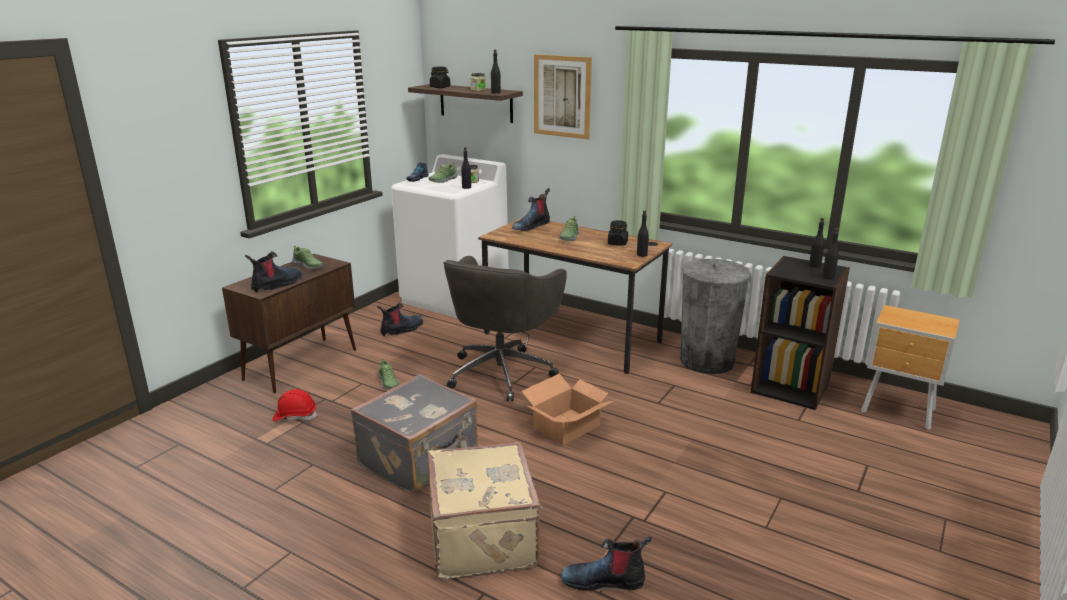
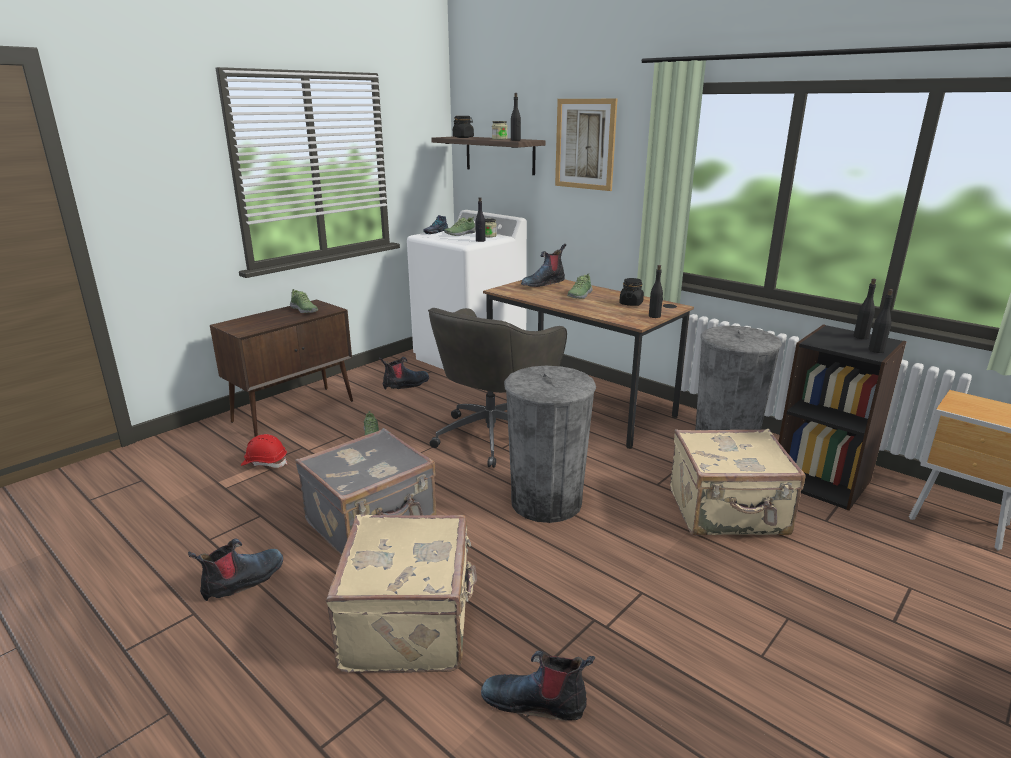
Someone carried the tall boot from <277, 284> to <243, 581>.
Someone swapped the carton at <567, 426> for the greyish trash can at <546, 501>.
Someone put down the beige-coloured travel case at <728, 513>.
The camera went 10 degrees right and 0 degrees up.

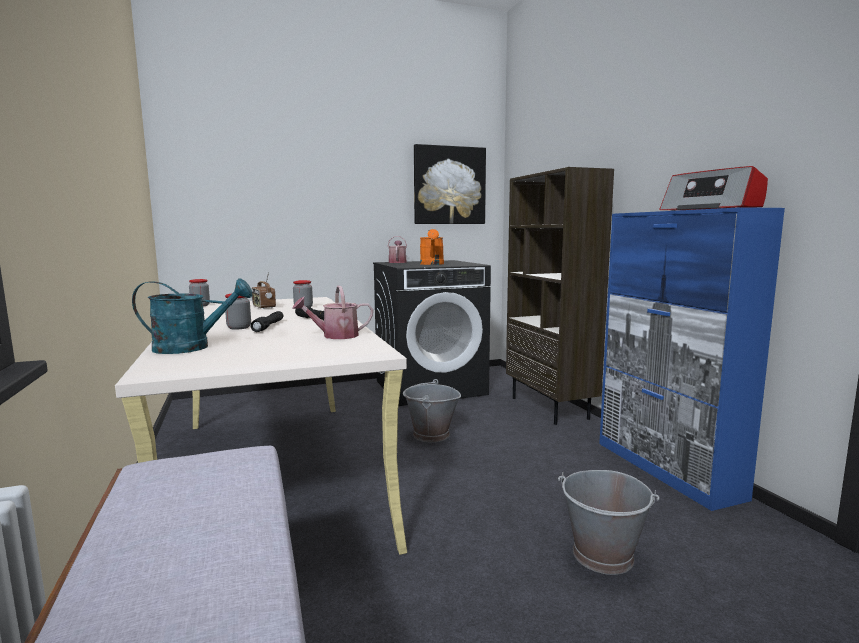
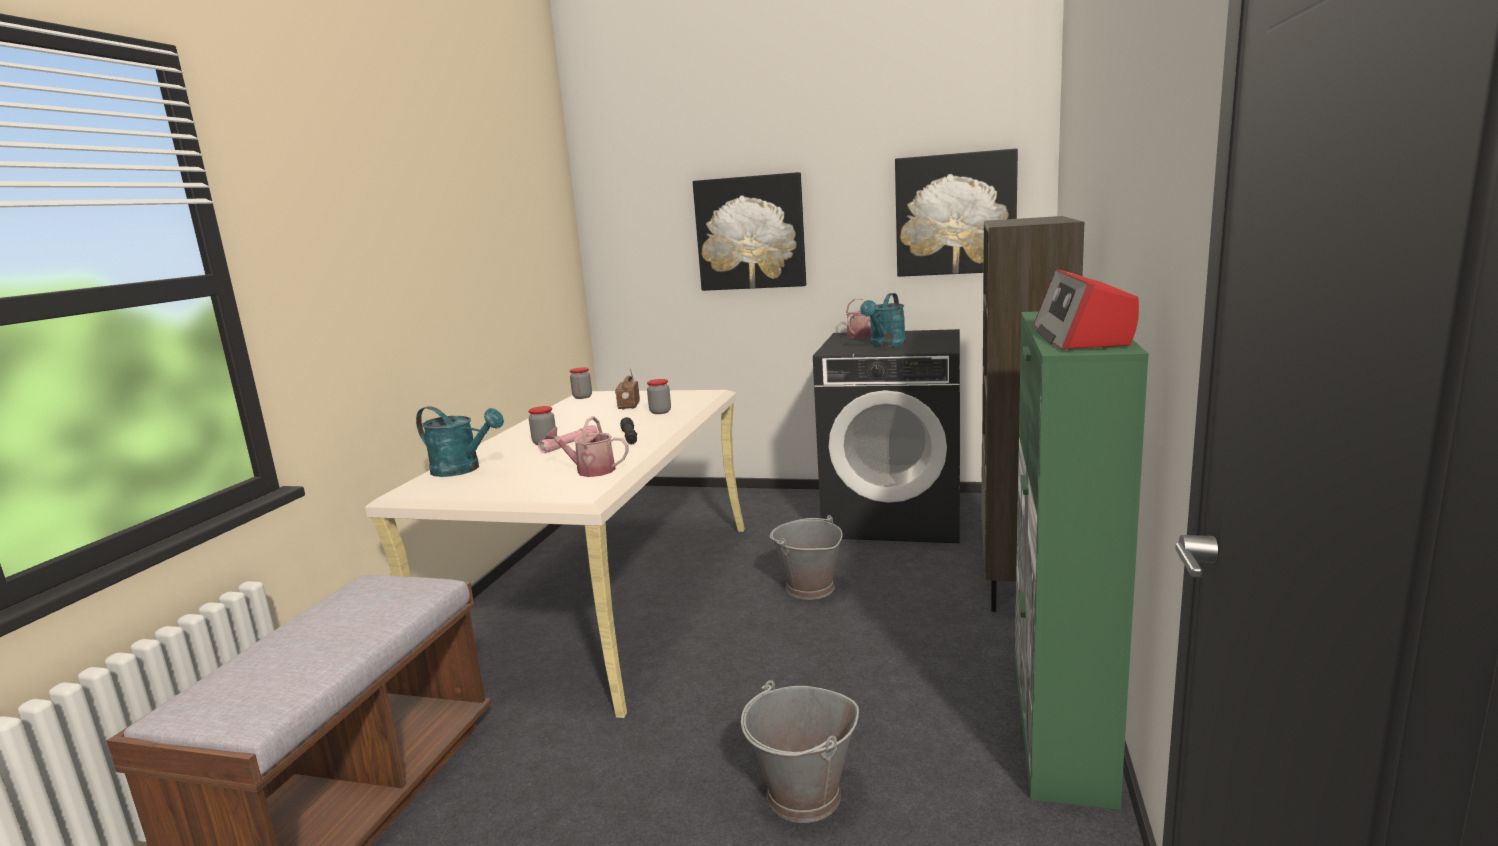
Someone repainted the blue cupboard at <666, 469>, which became the greenish cupboard at <1059, 723>.
Someone repainted the orangey watering can at <432, 264>, which became the blue-green watering can at <885, 345>.
Someone repainted the black flashlight at <268, 326>, which became the pinkish flashlight at <570, 444>.
Someone put up the wall picture at <750, 233>.
The camera went 35 degrees right and 5 degrees up.

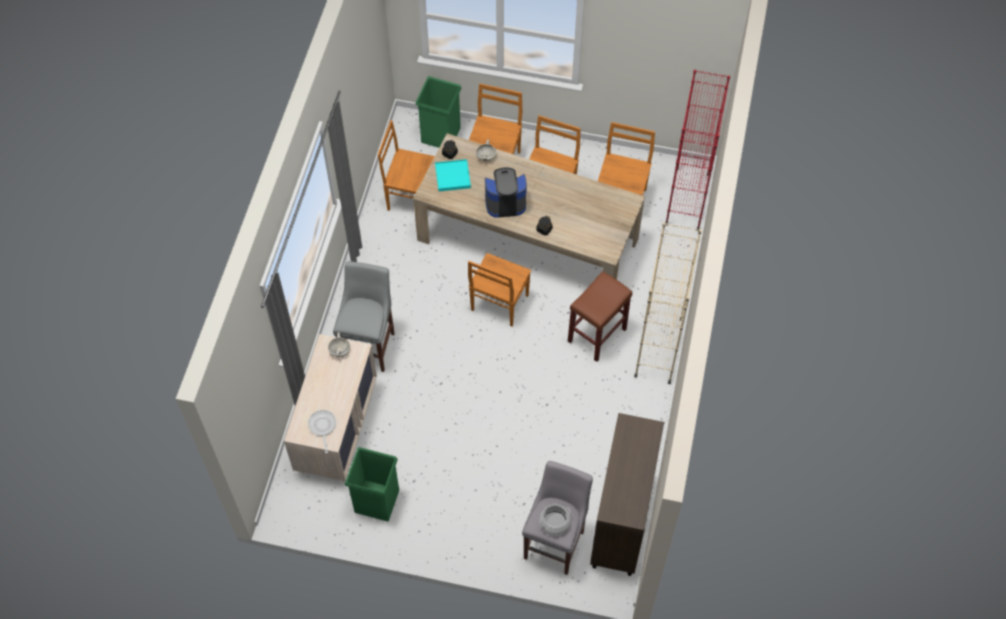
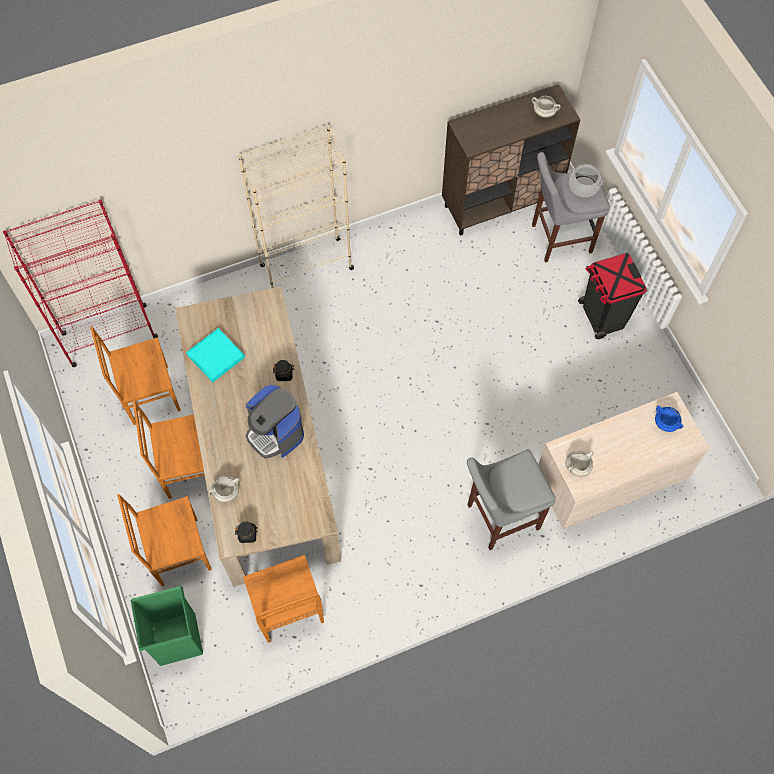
Someone carried the blue-green serving tray from <453, 176> to <216, 356>.
Someone took away the brown-coloured plain chair at <499, 304>.
Someone took away the brown-coloured sitting stool at <596, 336>.
Someone swapped the pan at <322, 427> for the blue cooking pot at <666, 423>.
Someone took away the greenish trash can at <376, 500>.
Someone put down the whitish cooking pot at <544, 113>.
Someone put down the black trash can at <602, 317>.
The camera went 125 degrees left and 5 degrees up.

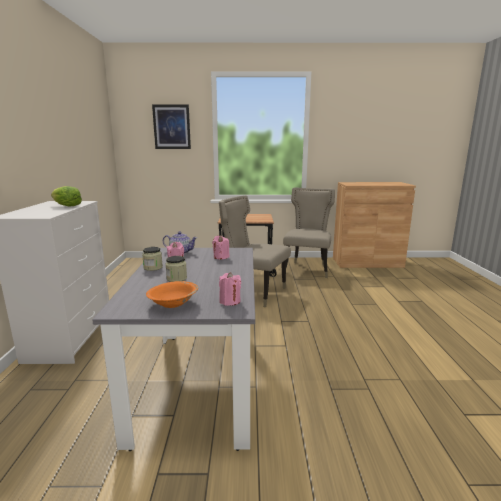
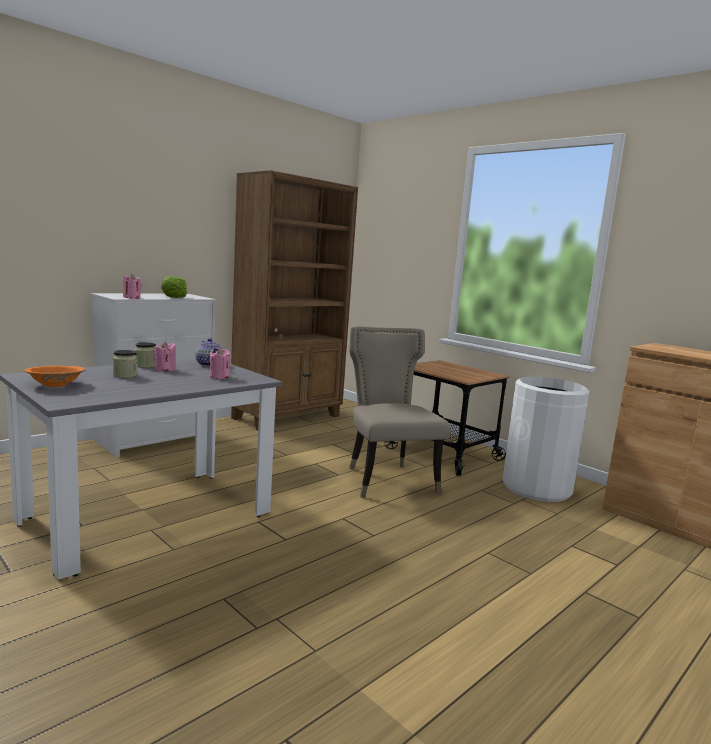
Someone took away the wall picture at <172, 127>.
Someone swapped the beige-coloured plain chair at <307, 269> for the whitish trash can at <537, 488>.
Someone carried the pinkish wax light from <230, 301> to <132, 297>.
Someone put down the brown-coloured bookcase at <288, 417>.
The camera went 45 degrees right and 5 degrees down.

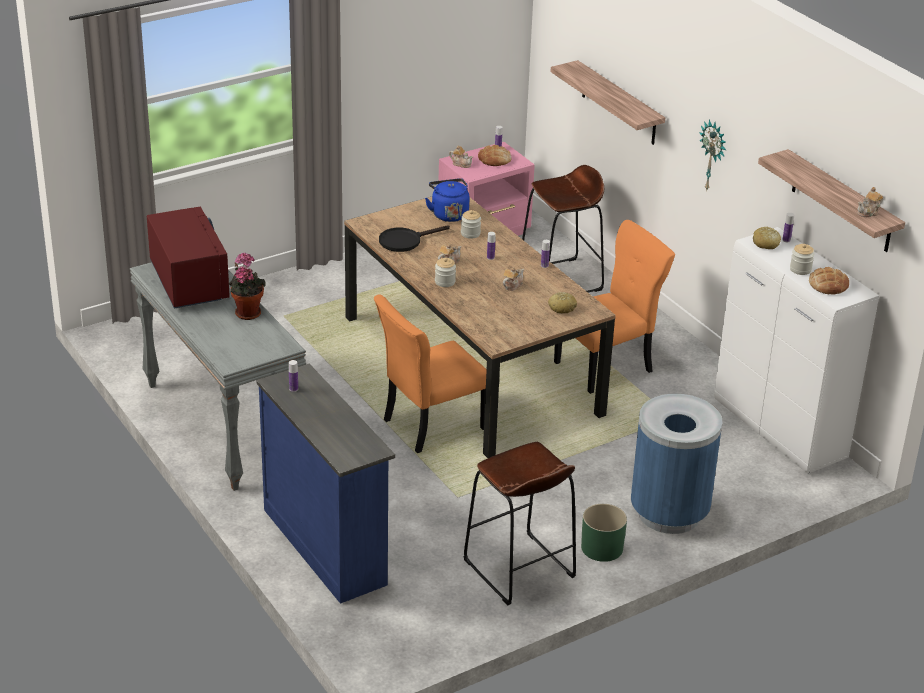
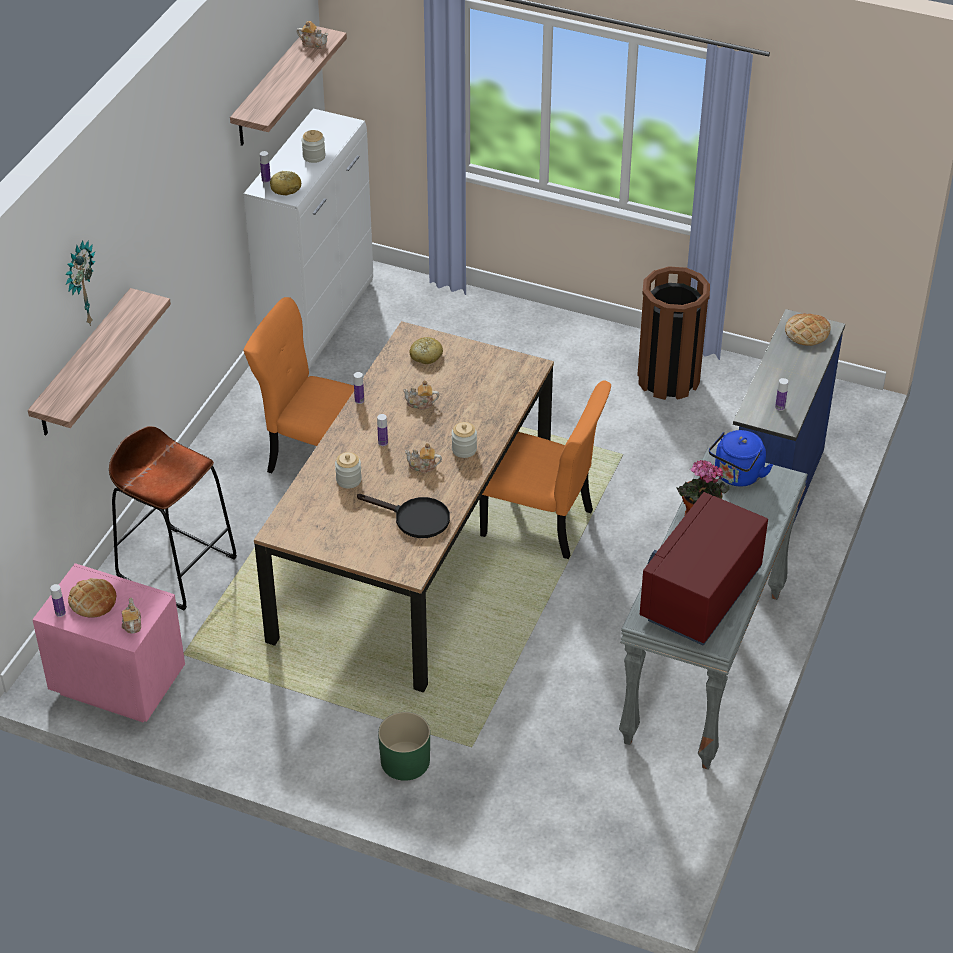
Someone carried the clock on the wall from <713, 156> to <79, 284>.
Someone carried the blue water kettle from <448, 214> to <737, 476>.
Someone carried the bakery bread from <828, 285> to <807, 333>.
Someone took away the blue trash can at <669, 513>.
Someone swapped the brown-coloured sitting stool at <519, 569> for the brown-coloured trash can at <668, 379>.
Someone carried the greenish planter from <602, 548> to <405, 761>.
The camera went 125 degrees left and 10 degrees up.

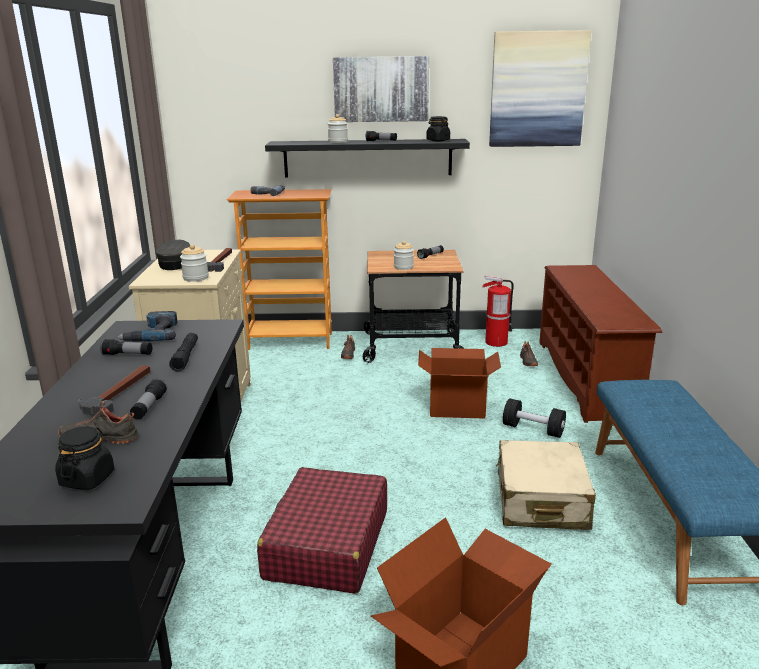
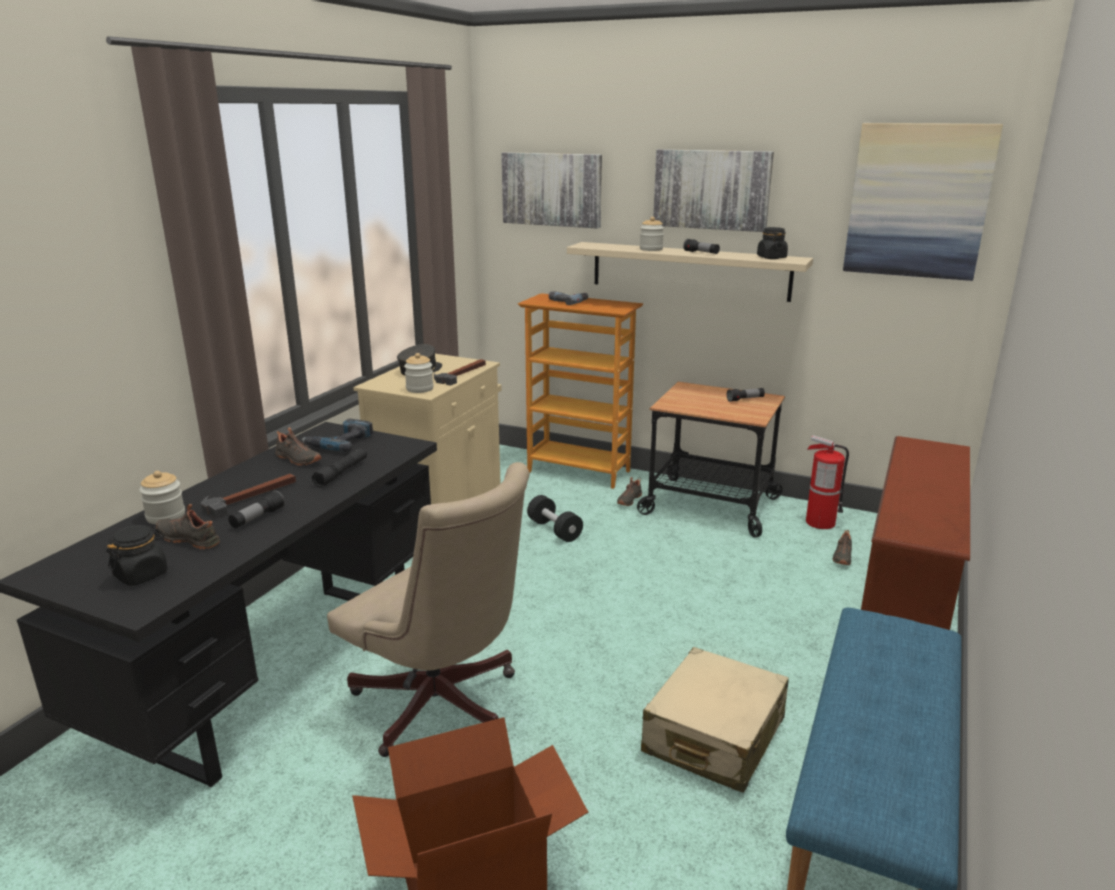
Someone repainted the black shelf at <367, 158>, which became the beige-coloured shelf at <689, 271>.
Someone carried the preserve jar from <403, 267> to <166, 516>.
Someone swapped the flashlight at <128, 355> for the black item of footwear at <297, 460>.
Someone took away the carton at <456, 407>.
Someone carried the black dumbbell from <533, 429> to <554, 530>.
Someone swapped the reddish travel case at <327, 544> for the beige-coloured computer chair at <442, 708>.
Someone put up the wall picture at <552, 189>.
The camera went 25 degrees right and 0 degrees up.

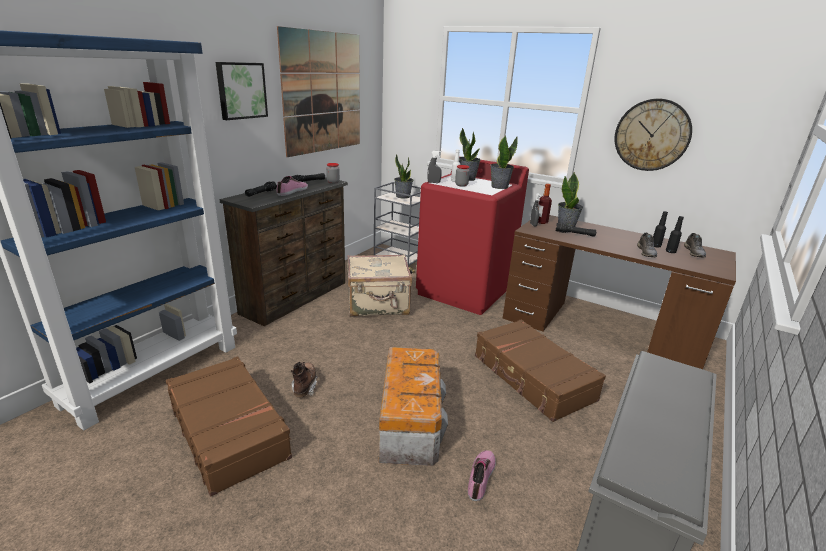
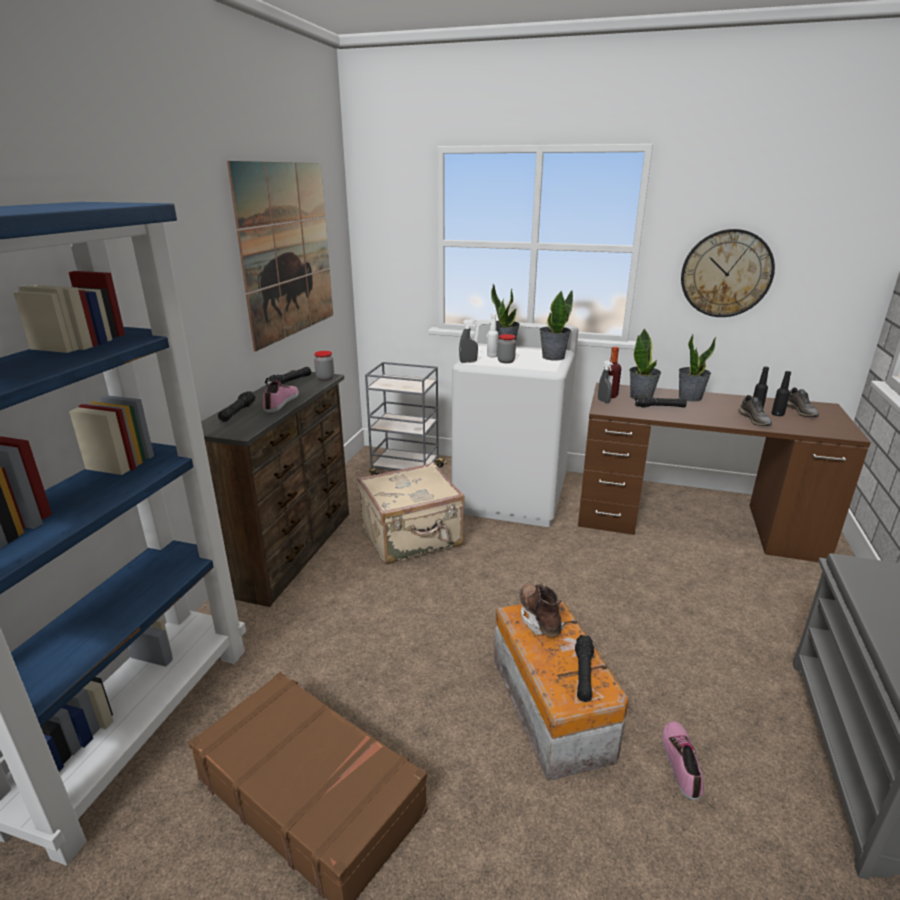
Someone took away the wall picture at <241, 90>.
Someone carried the houseplant from <403, 196> to <689, 397>.
Someone repainted the reddish laundry machine at <465, 291>, which became the whitish laundry machine at <511, 496>.
Someone took away the brown-coloured travel case at <532, 378>.
Someone carried the brown-coloured tall boot from <304, 386> to <539, 619>.
Someone put down the black flashlight at <583, 674>.
The camera went 15 degrees left and 0 degrees up.

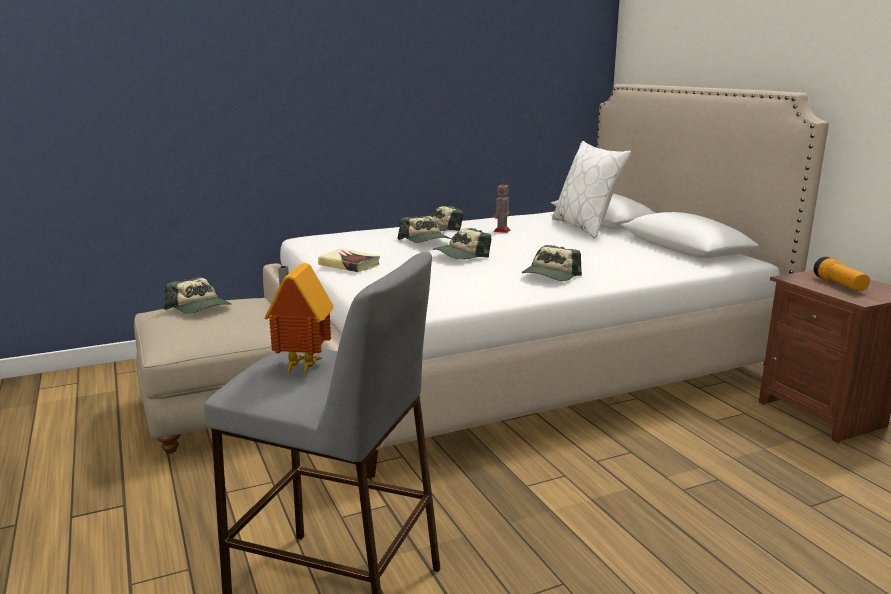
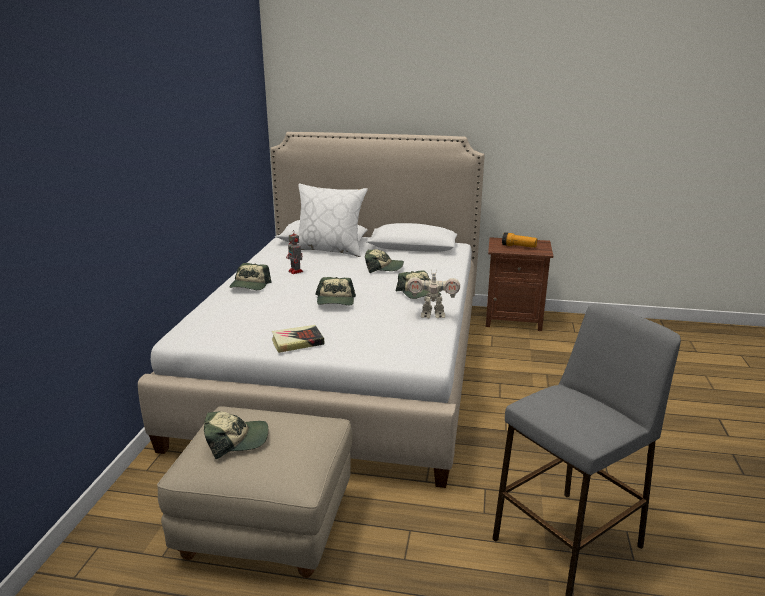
Someone carried the peaked cap from <426, 240> to <383, 268>.
Someone took away the toy house at <300, 366>.
Someone put down the robot figure at <432, 315>.
The camera went 55 degrees left and 5 degrees up.

